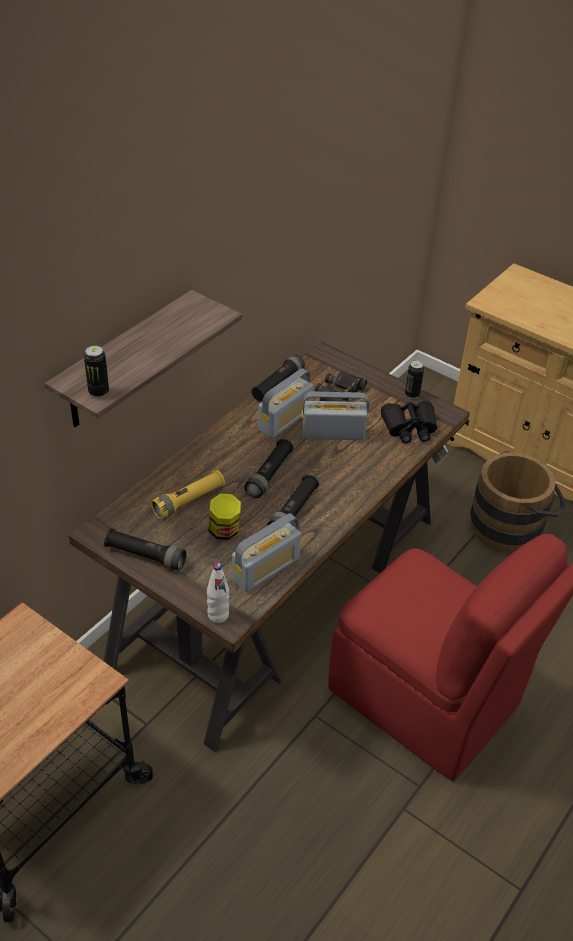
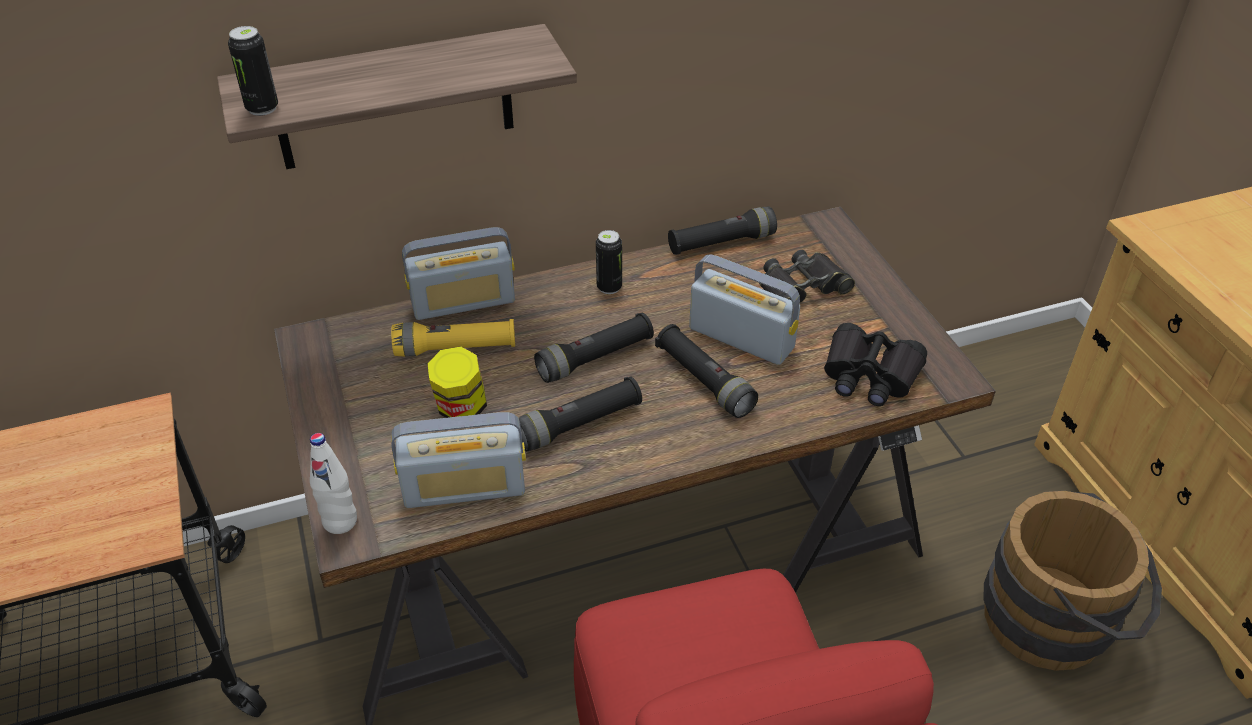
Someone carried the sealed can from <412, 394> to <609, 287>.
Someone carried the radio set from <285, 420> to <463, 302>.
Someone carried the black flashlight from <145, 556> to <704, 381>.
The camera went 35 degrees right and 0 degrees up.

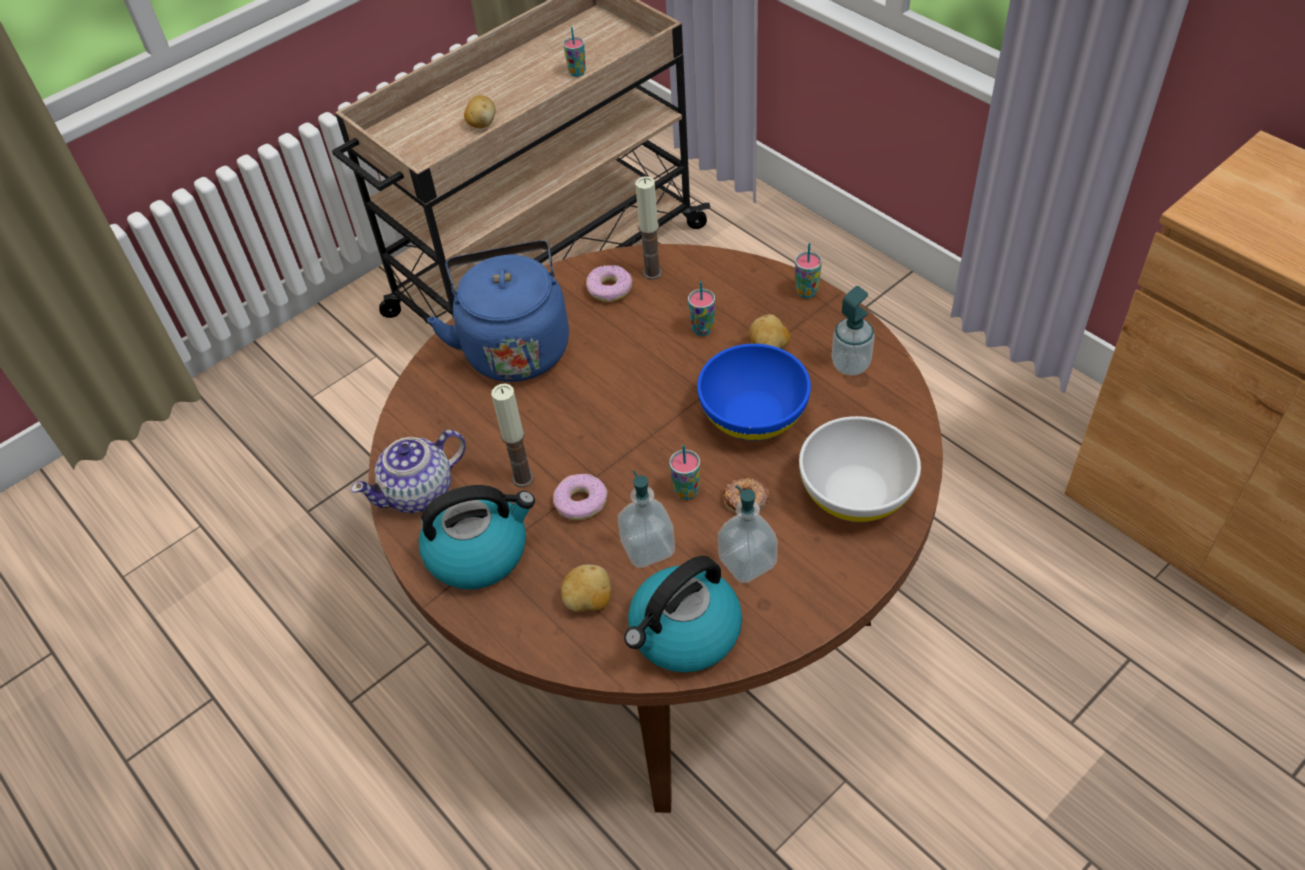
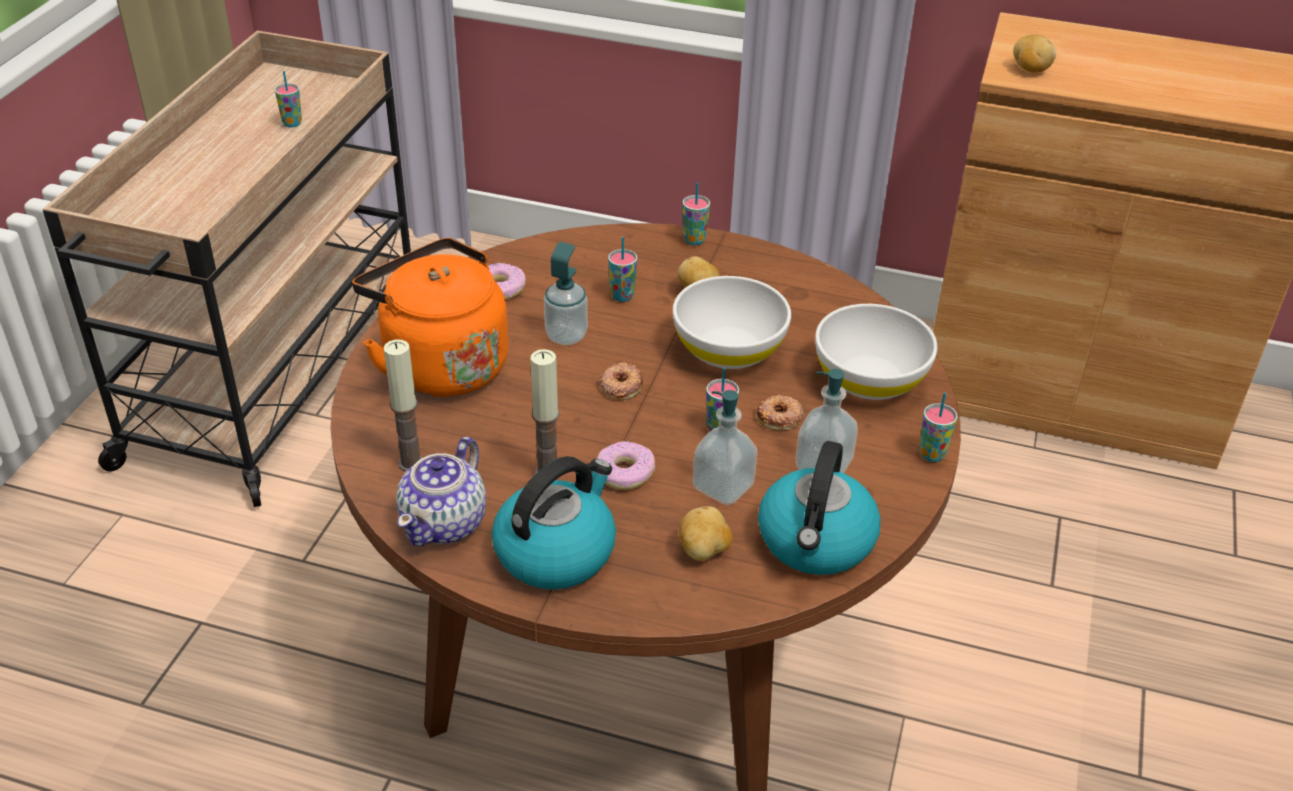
Someone carried the potato from <482, 124> to <1030, 69>.
Someone carried the wax light from <652, 273> to <411, 463>.
Someone repainted the blue water kettle at <515, 346>, which became the orangey water kettle at <440, 364>.
Someone carried the liquid soap bottle from <850, 364> to <566, 336>.
Someone repainted the blue deep dish at <754, 415>, which became the whitish deep dish at <729, 349>.
Someone put down the donut at <621, 386>.
Someone put down the small cup at <932, 454>.
The camera went 35 degrees left and 10 degrees down.

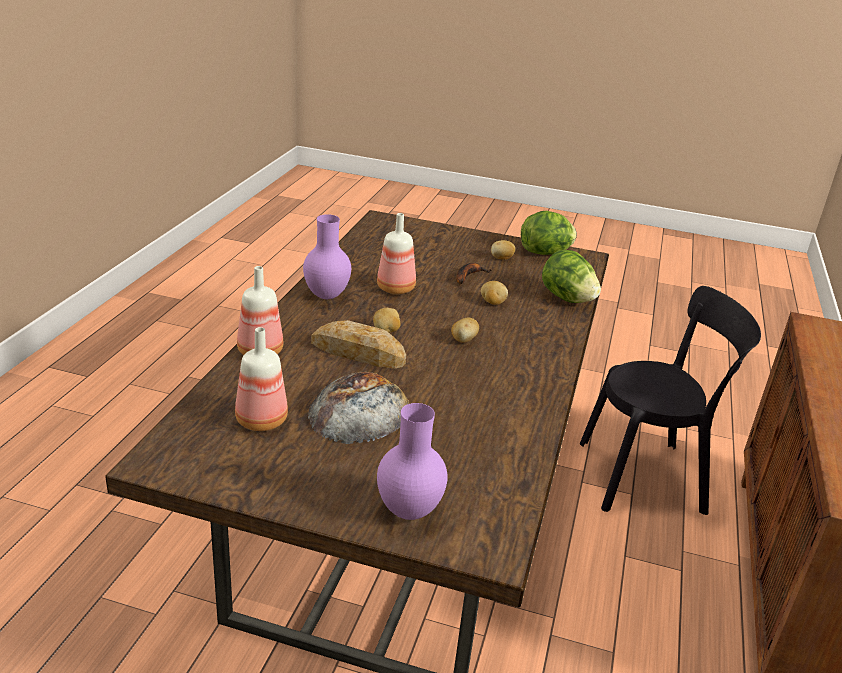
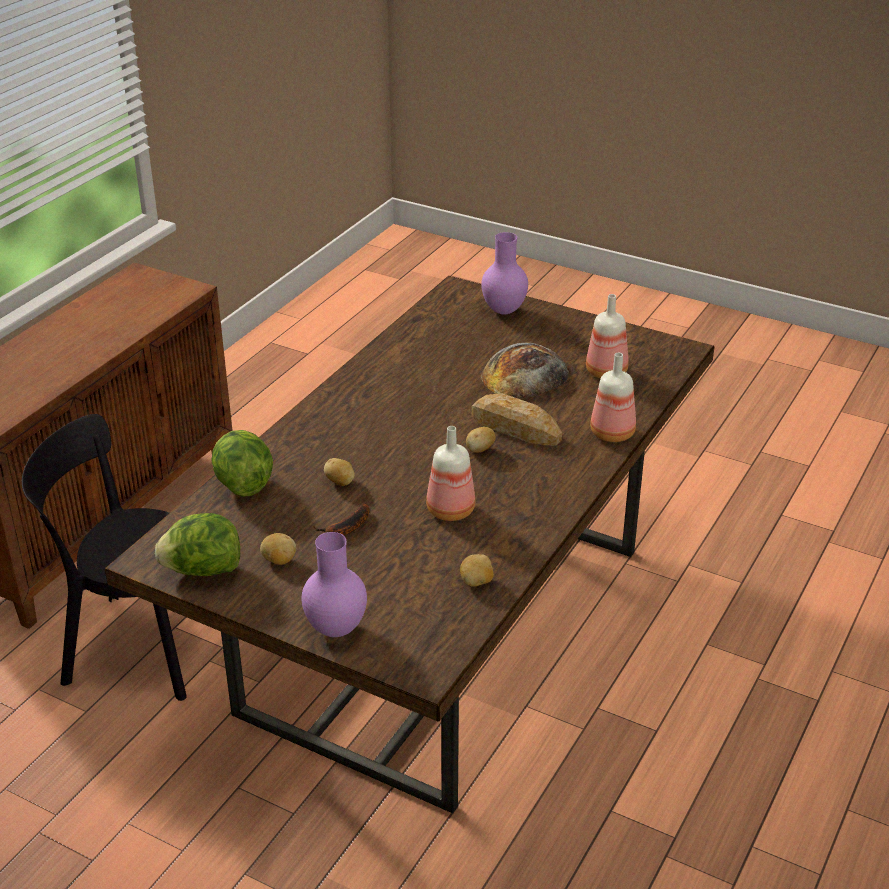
Someone carried the purplish vase from <327, 295> to <335, 630>.
Someone carried the potato from <464, 340> to <476, 582>.
The camera went 165 degrees left and 5 degrees up.

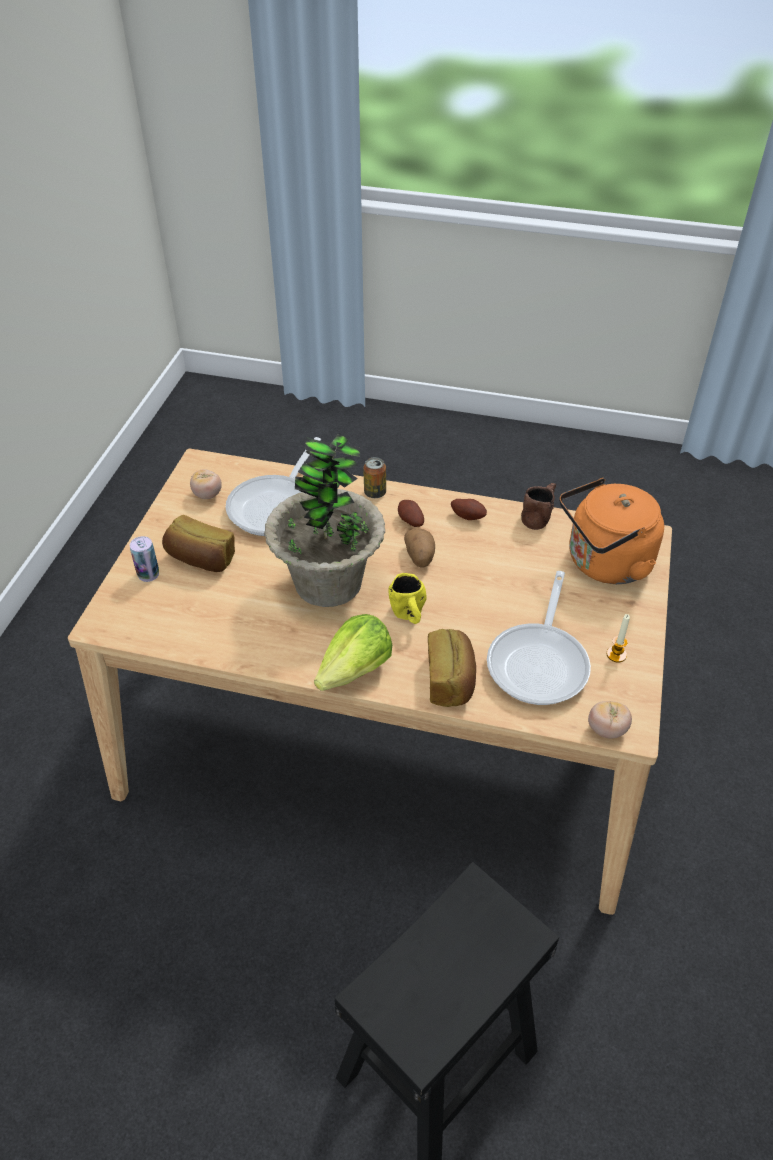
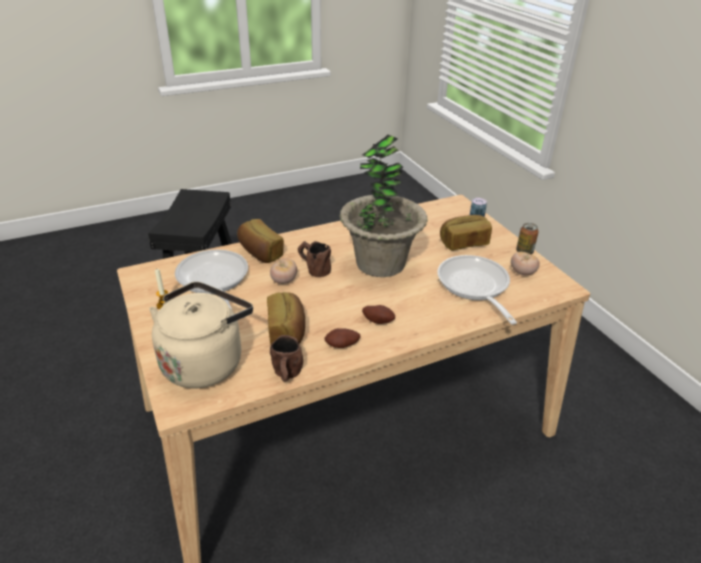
Someone carried the sealed can from <375, 493> to <524, 252>.
Someone repainted the orangey water kettle at <604, 564>, which became the beige-coloured water kettle at <205, 362>.
Someone took away the potato at <420, 557>.
Someone repainted the yellowish mug at <410, 617>, which became the brown-coloured mug at <313, 269>.
Someone took away the head of lettuce at <355, 670>.
Someone carried the tomato from <607, 729> to <284, 281>.
Someone put down the bakery bread at <287, 331>.
The camera went 140 degrees right and 10 degrees down.

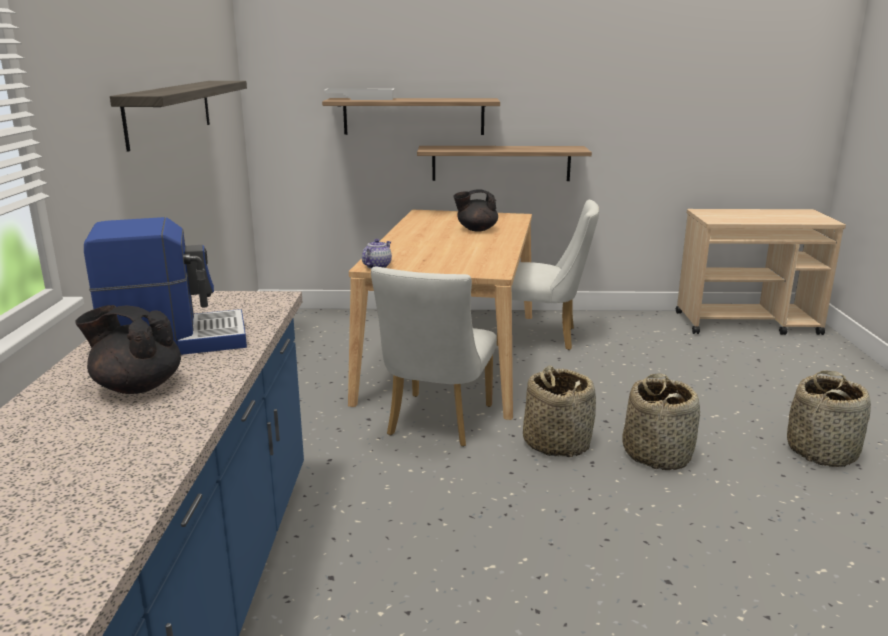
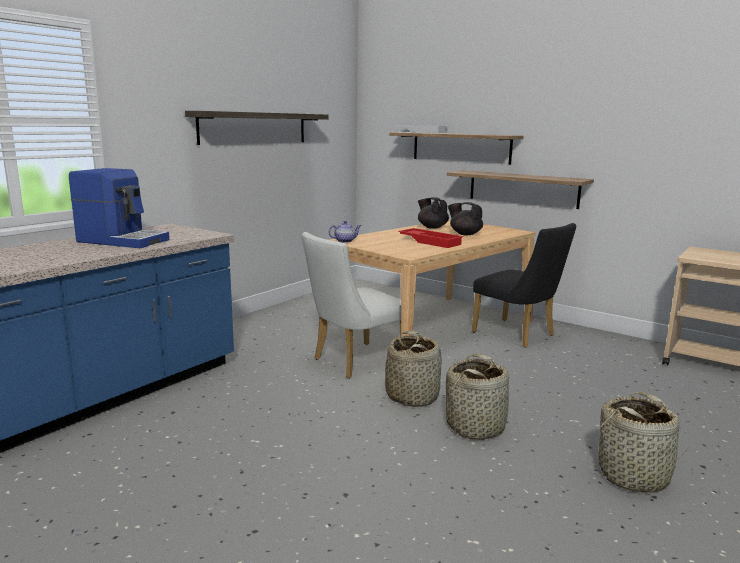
Someone repainted the whitish plain chair at <543, 337>, which became the black plain chair at <518, 335>.
Someone carried the black tea pot from <137, 386> to <432, 227>.
Someone put down the reddish serving tray at <431, 242>.
The camera went 35 degrees right and 5 degrees down.

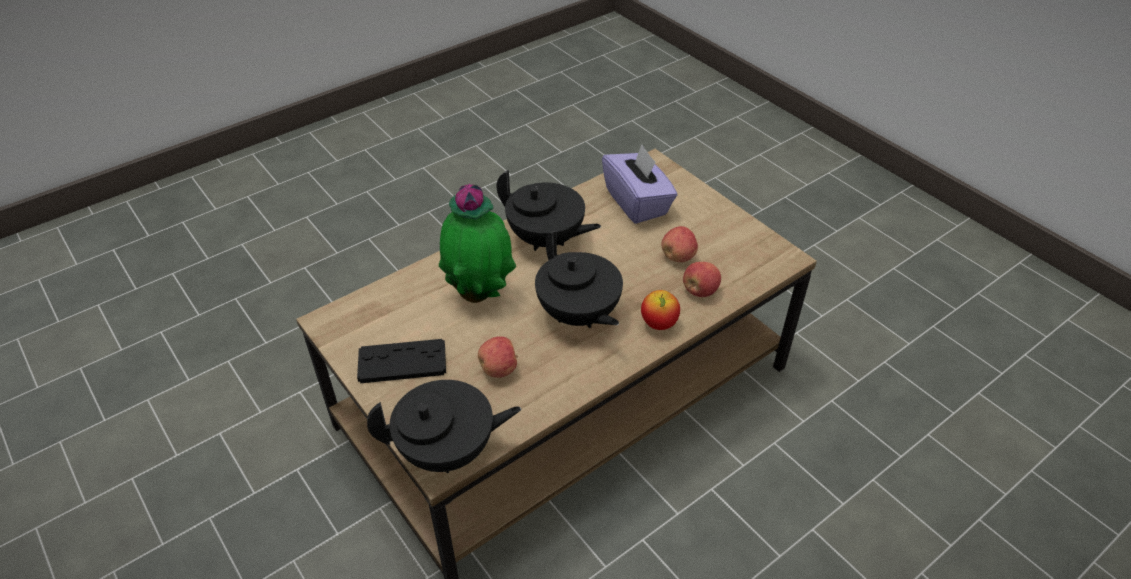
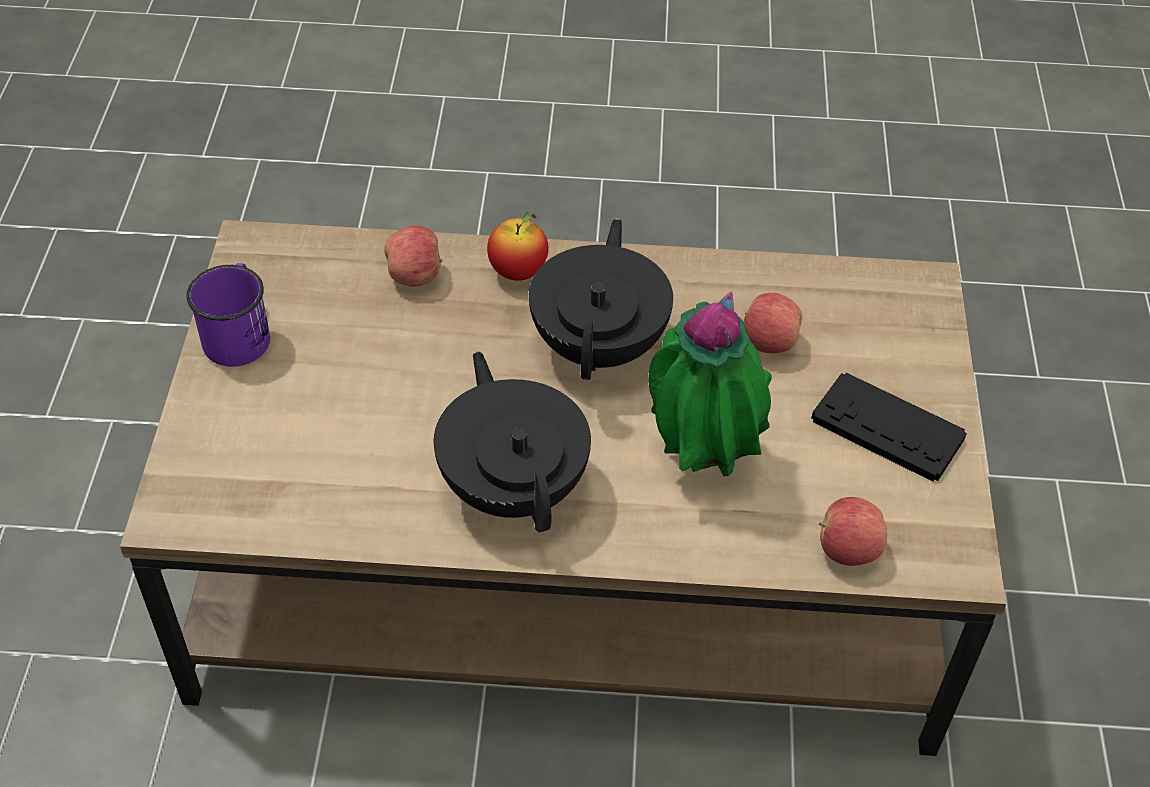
Someone took away the purplish tissue box at <637, 202>.
Someone carried the whole apple from <678, 256> to <847, 550>.
Someone took away the black tea pot at <448, 451>.
Someone put down the purplish mug at <239, 333>.
The camera went 140 degrees left and 5 degrees up.

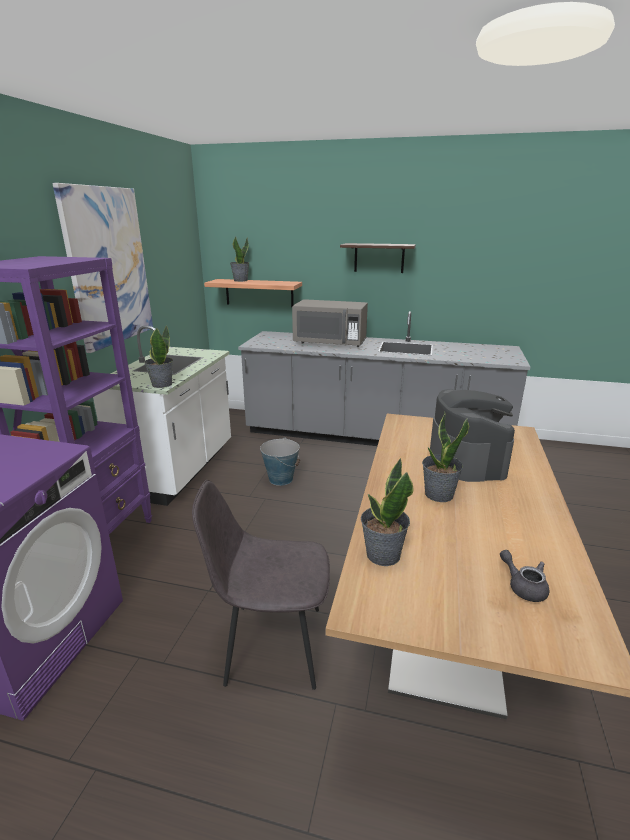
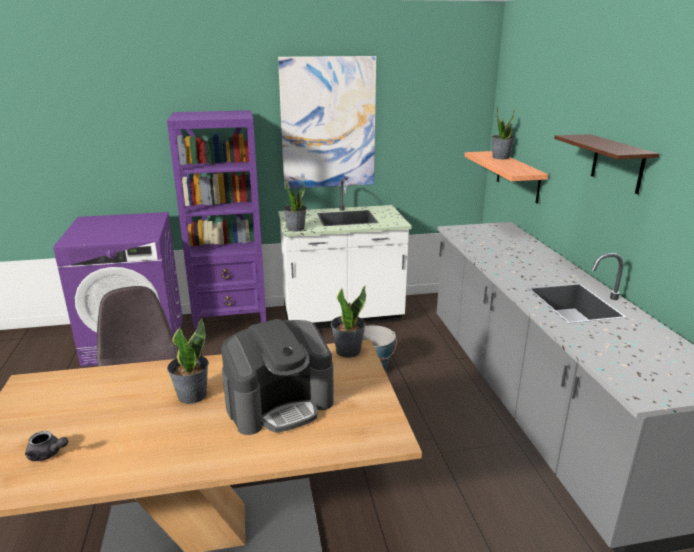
Someone took away the greyish microwave oven at <330, 343>.
Someone carried the houseplant from <382, 554> to <348, 350>.
Someone rotated the greyish tea pot at <523, 586> by 75 degrees clockwise.
The camera went 65 degrees right and 0 degrees up.

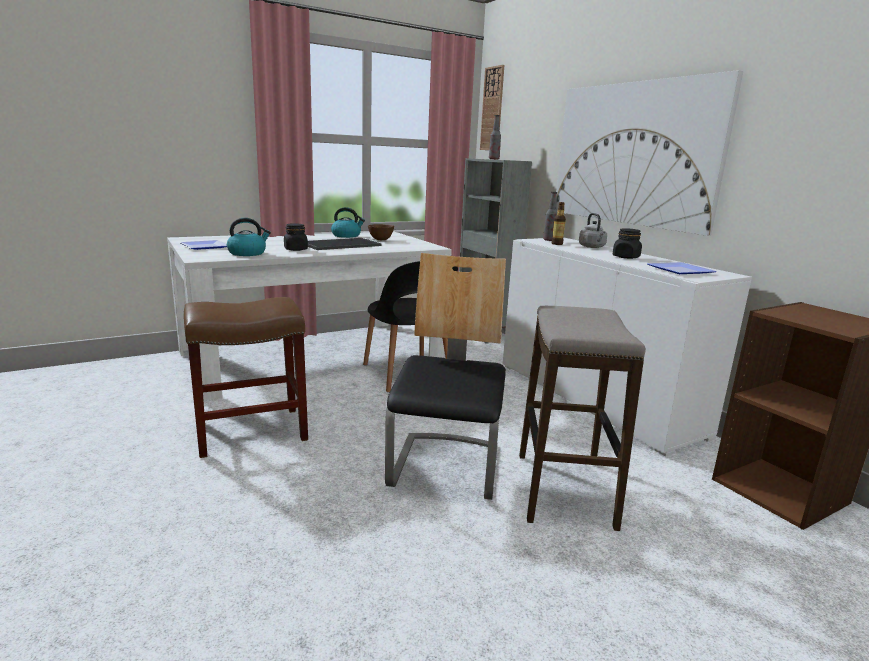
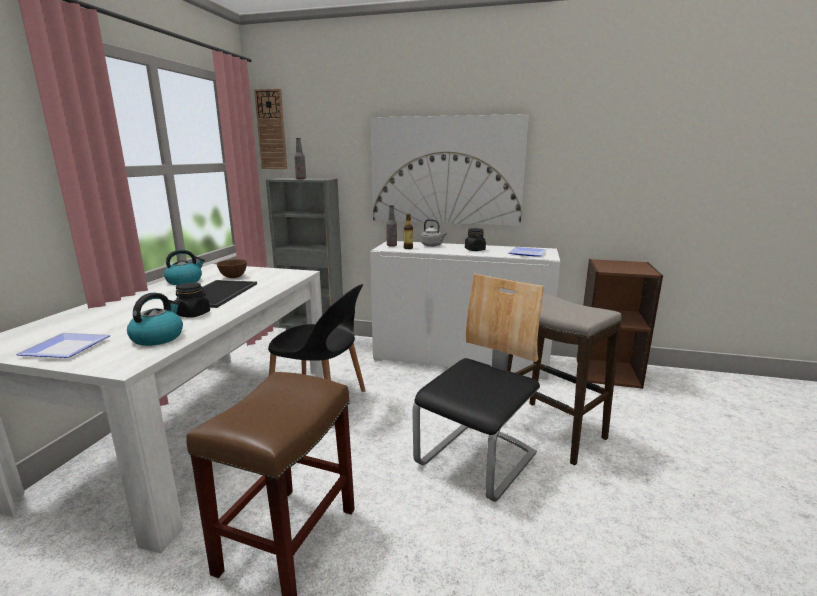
Someone rotated the plain chair at <446, 467> by 75 degrees clockwise.
The camera went 45 degrees left and 0 degrees up.

